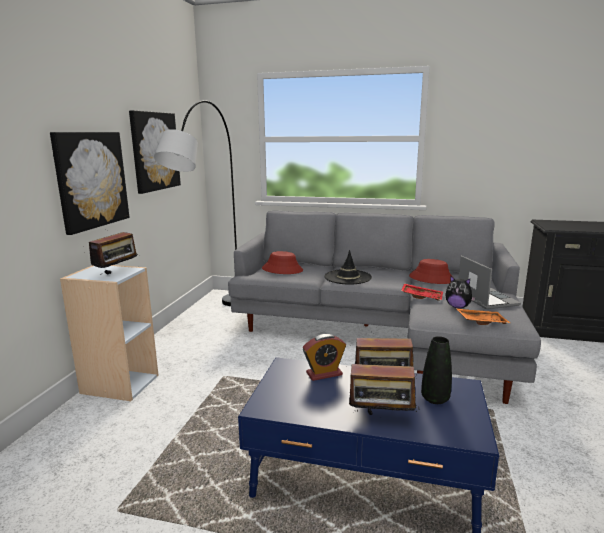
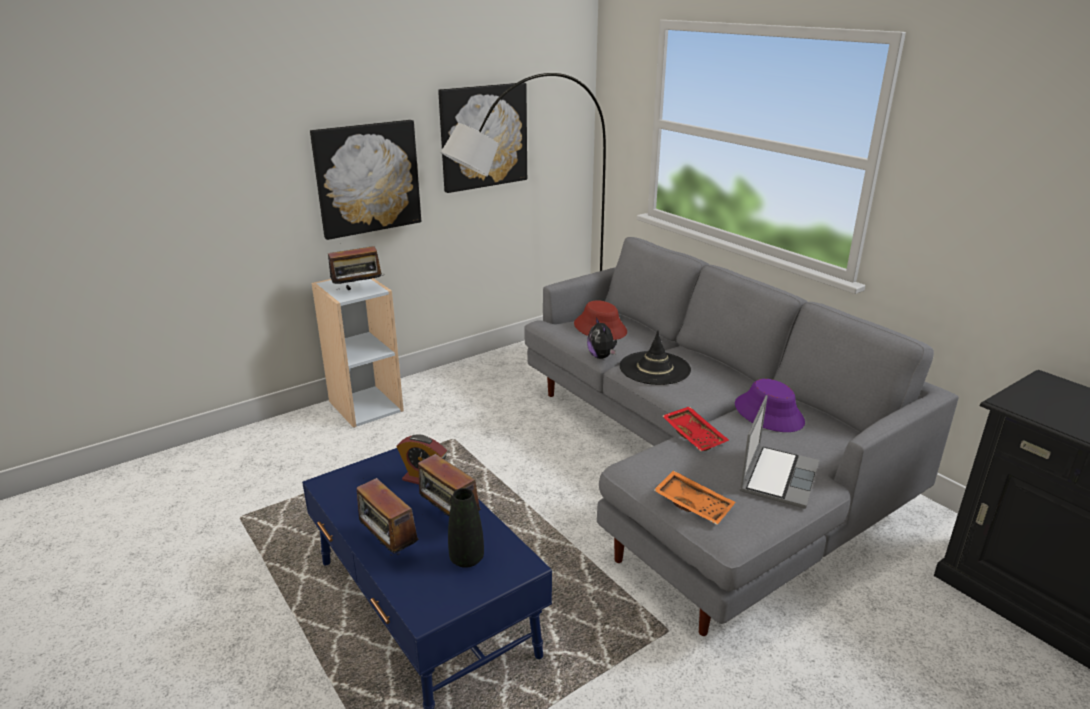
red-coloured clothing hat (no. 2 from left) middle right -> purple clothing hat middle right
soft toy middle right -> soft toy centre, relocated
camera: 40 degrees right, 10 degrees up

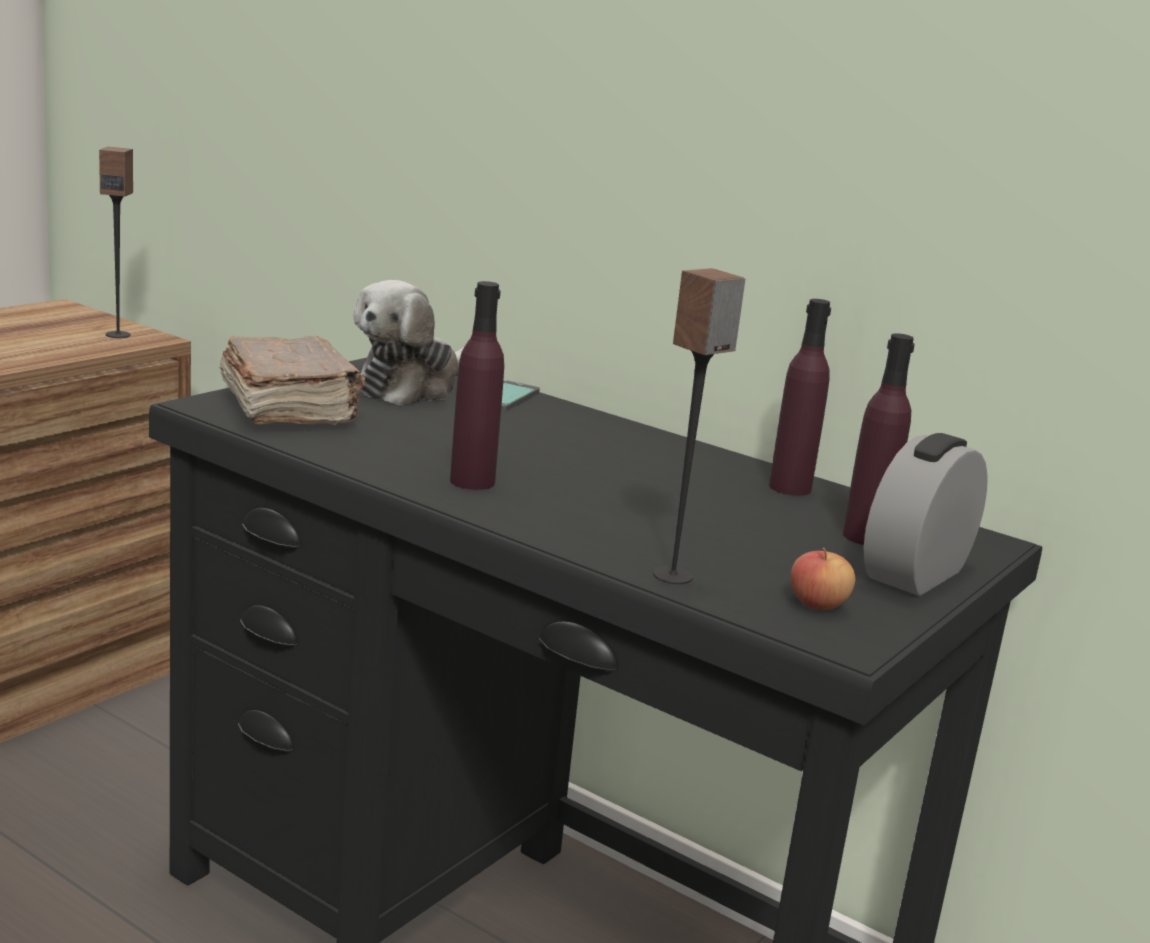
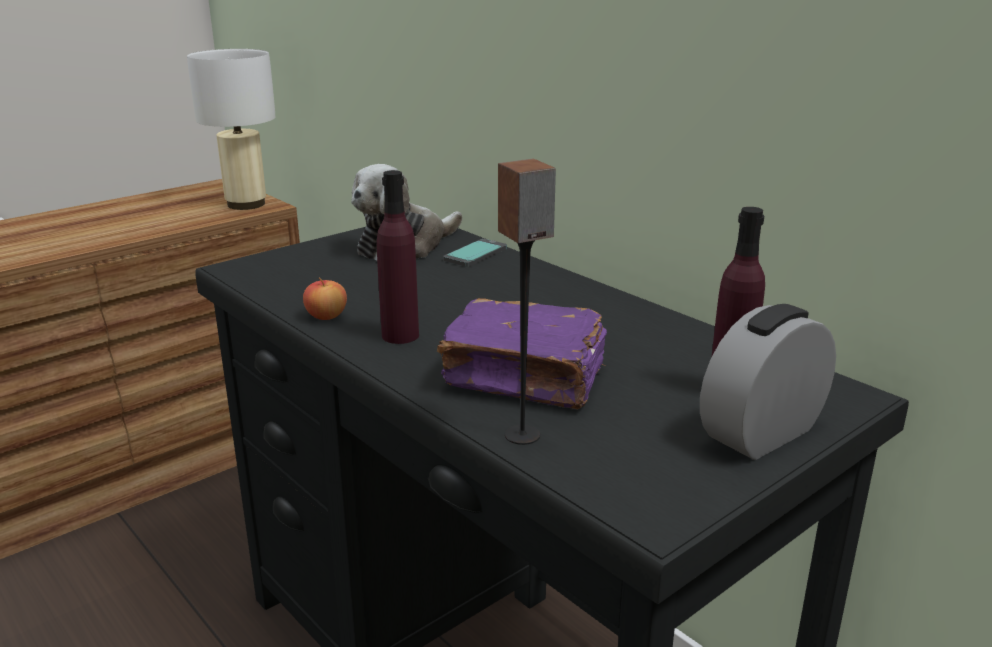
speaker (no. 1 from left) top left -> whitish tabletop lamp top left
brown-coloured book middle left -> none
purple beverage bottle (no. 2 from left) middle right -> none
apple fruit middle right -> apple fruit middle left, relocated
none -> purple book centre
camera: 15 degrees right, 5 degrees up

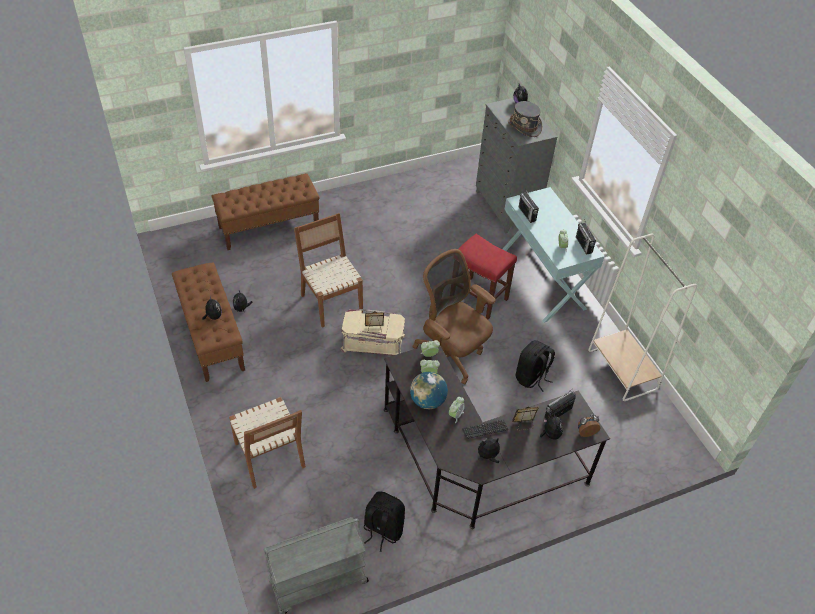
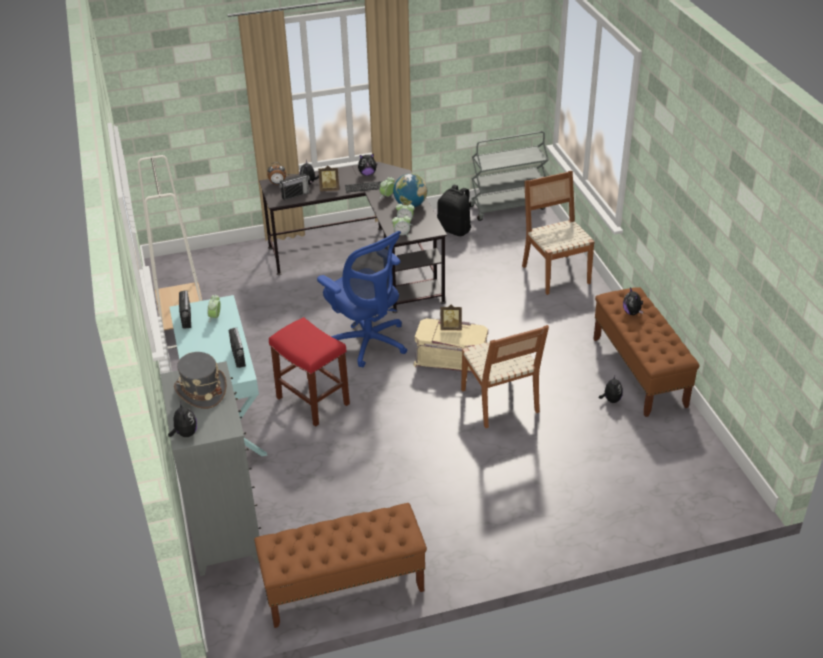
brown-coloured bench (no. 2 from left in the first image) middle left -> brown-coloured bench (no. 1 from left) bottom centre, relocated
brown-coloured office chair centre -> bluish office chair centre
black-coloured backpack (no. 2 from left) centre -> none
camera: 170 degrees left, 10 degrees down

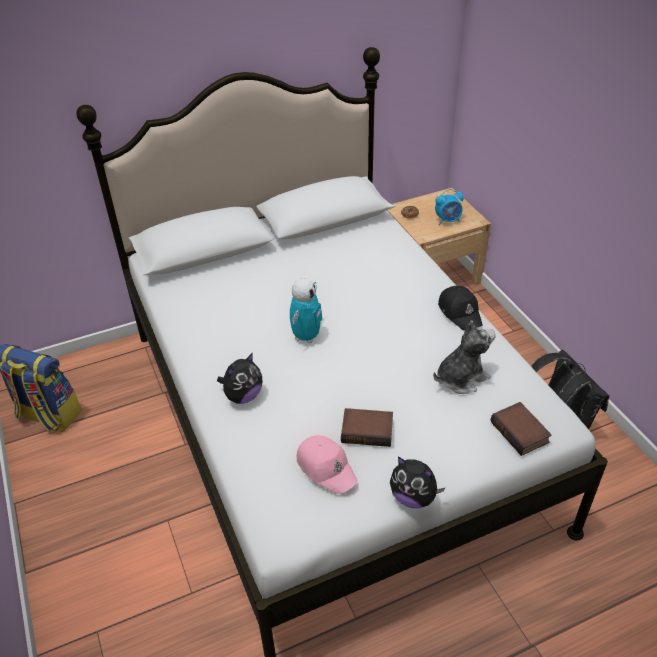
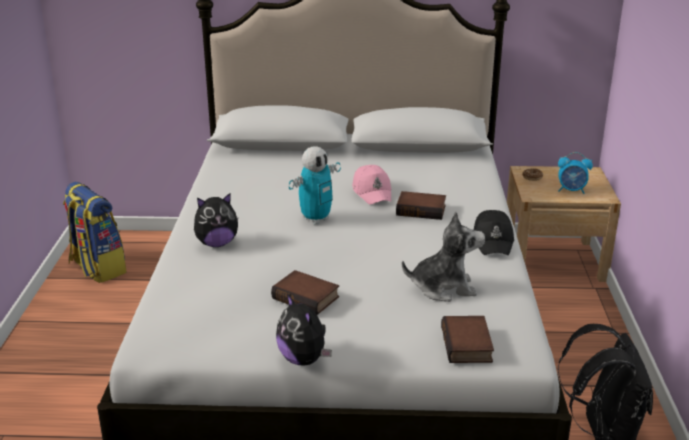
pinkish baseball cap bottom centre -> pinkish baseball cap centre, relocated
none -> book (no. 2 from left) centre
camera: 25 degrees right, 15 degrees down

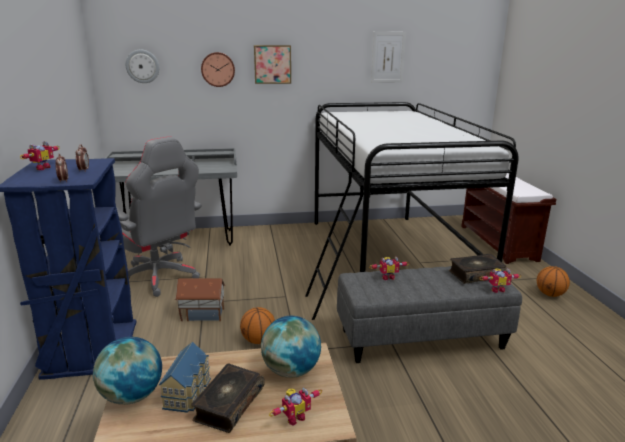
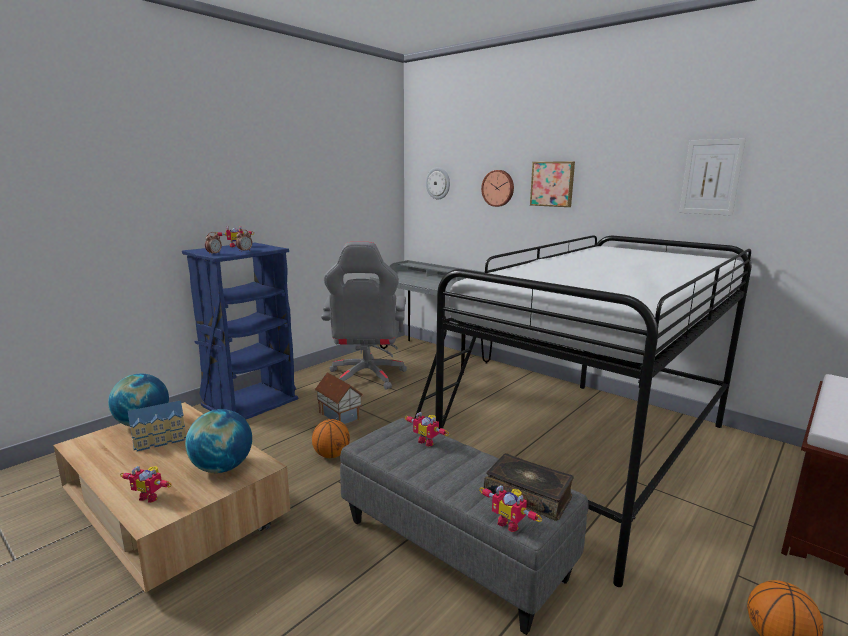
book (no. 1 from left) bottom centre -> none
camera: 50 degrees right, 5 degrees down

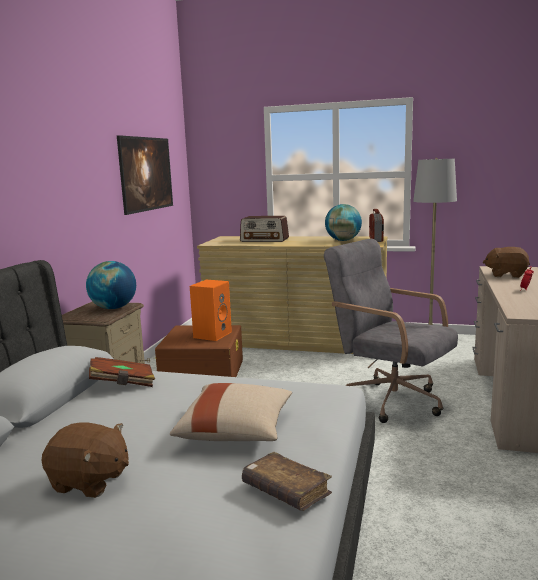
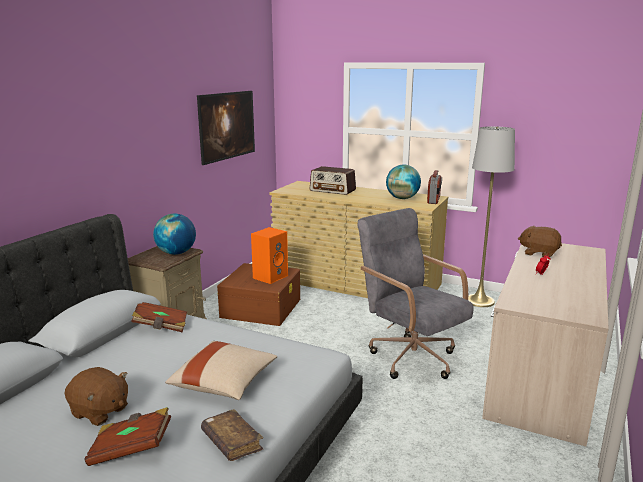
none -> brown-coloured book (no. 1 from left) bottom left
camera: 10 degrees right, 5 degrees up

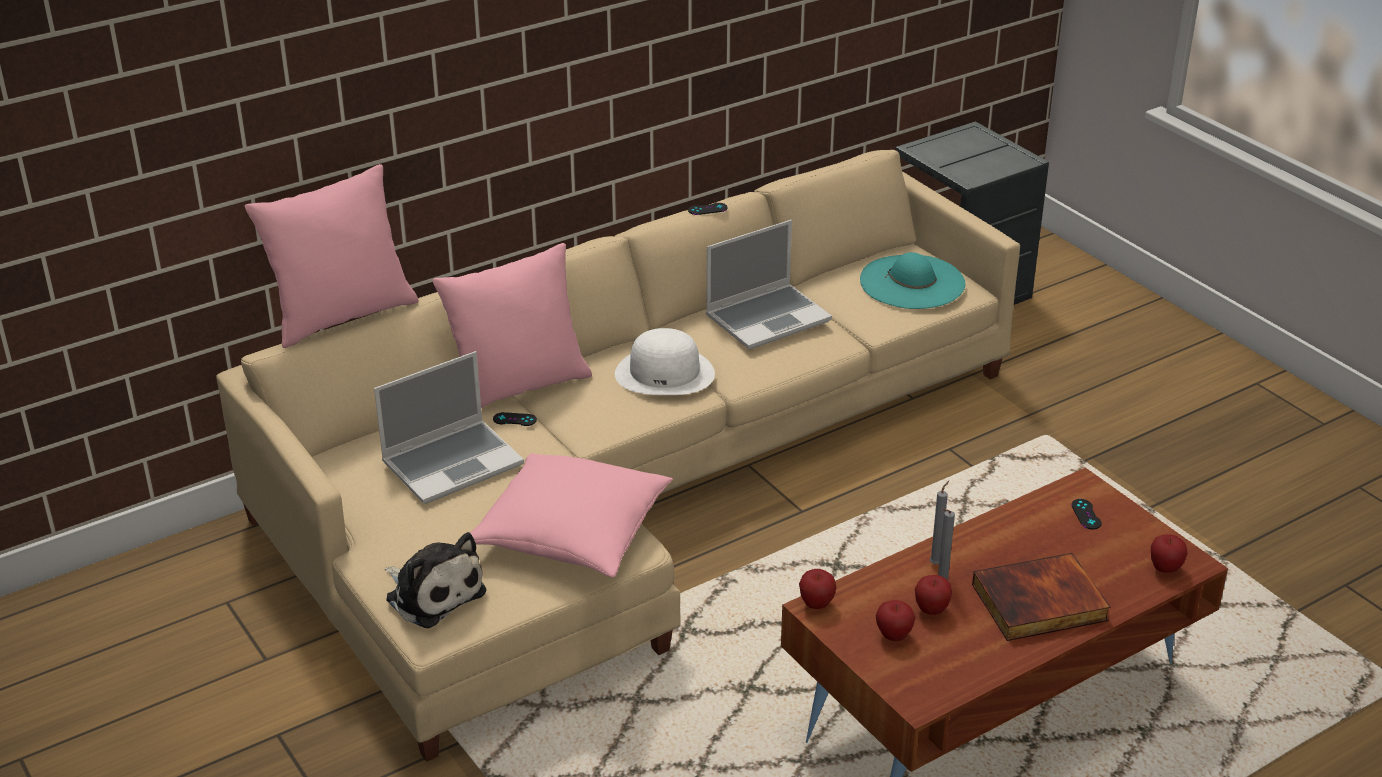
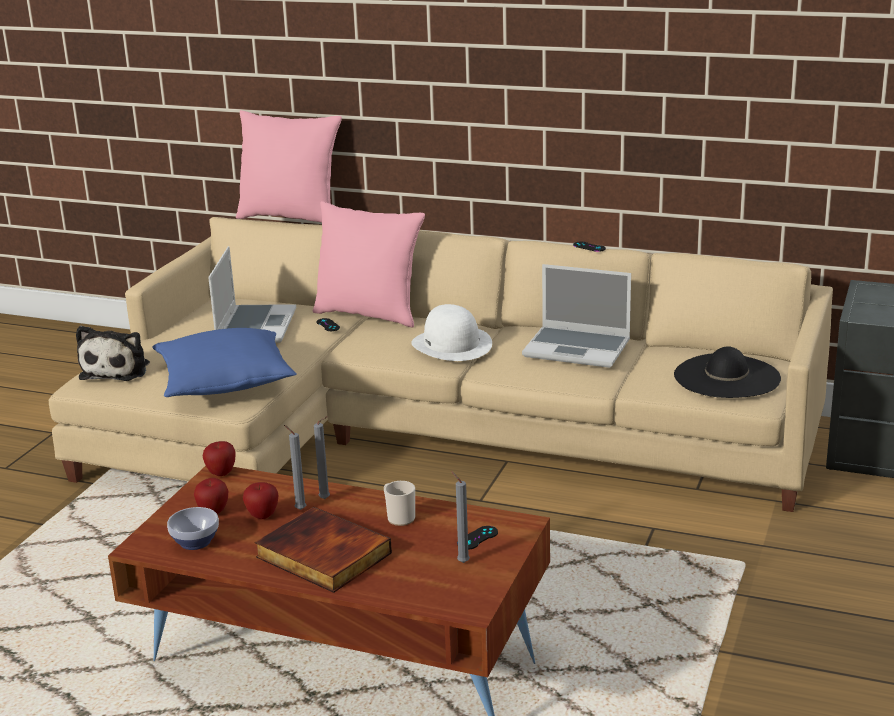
notebook computer (no. 1 from left) middle left, 105 degrees counterclockwise
pinkish throw pillow (no. 3 from left) centre -> bluish throw pillow middle left
turquoise-coloured clothing hat centre -> black-coloured clothing hat middle right
apple fruit (no. 4 from left) bottom right -> none
none -> serving bowl bottom left
none -> tea mug bottom centre
none -> grey candle (no. 3 from left) bottom centre
camera: 55 degrees right, 10 degrees down

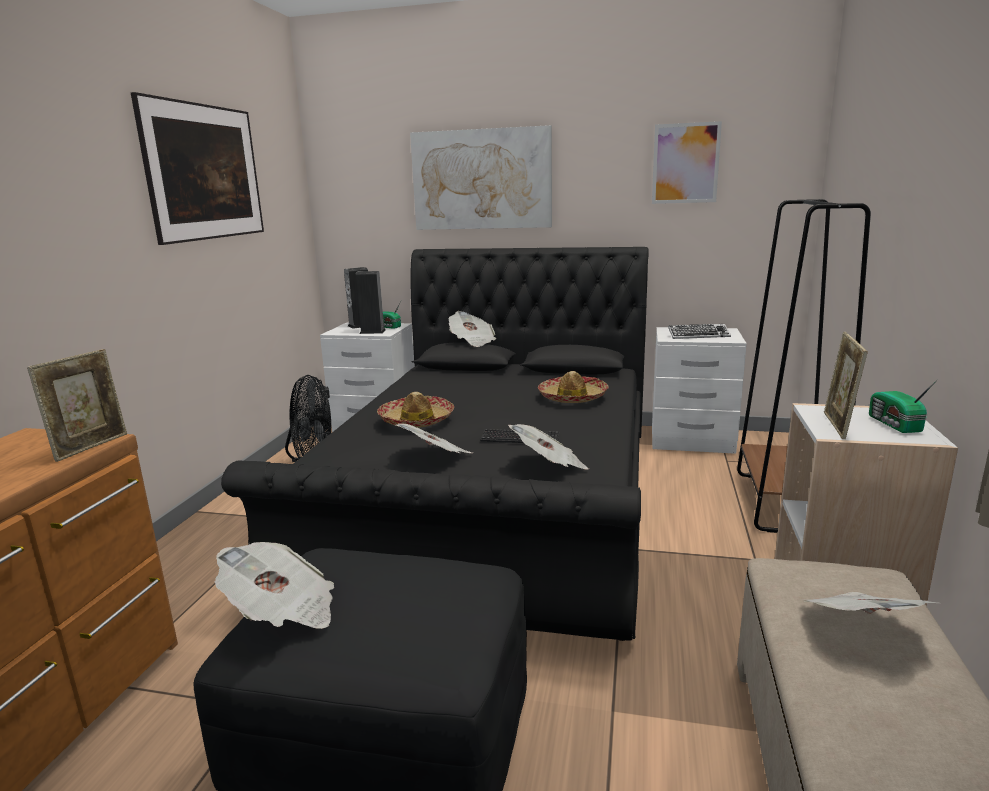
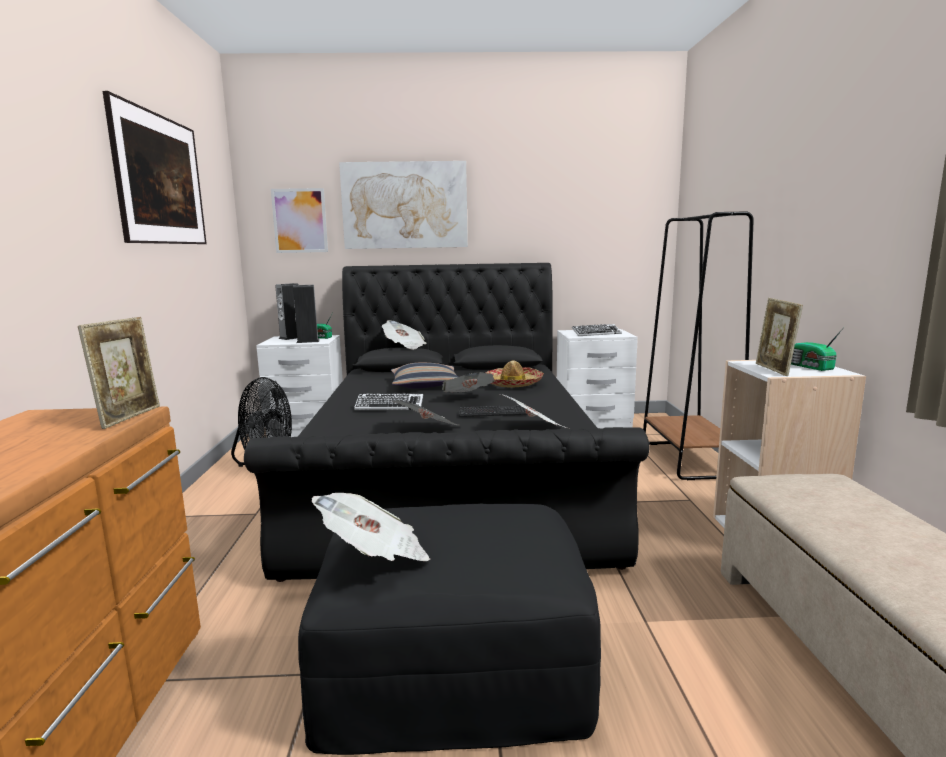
clothing hat (no. 1 from left) centre -> PC keyboard (no. 1 from left) centre
wall art (no. 3 from left in the first image) top right -> wall art (no. 2 from left) top left, relocated
printed paper (no. 5 from left in the first image) bottom right -> printed paper (no. 4 from left) centre, relocated
none -> throw pillow centre
camera: 15 degrees left, 5 degrees down

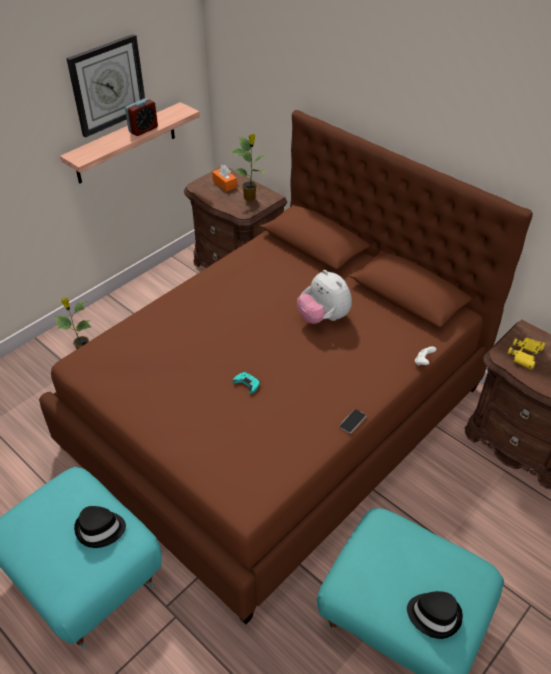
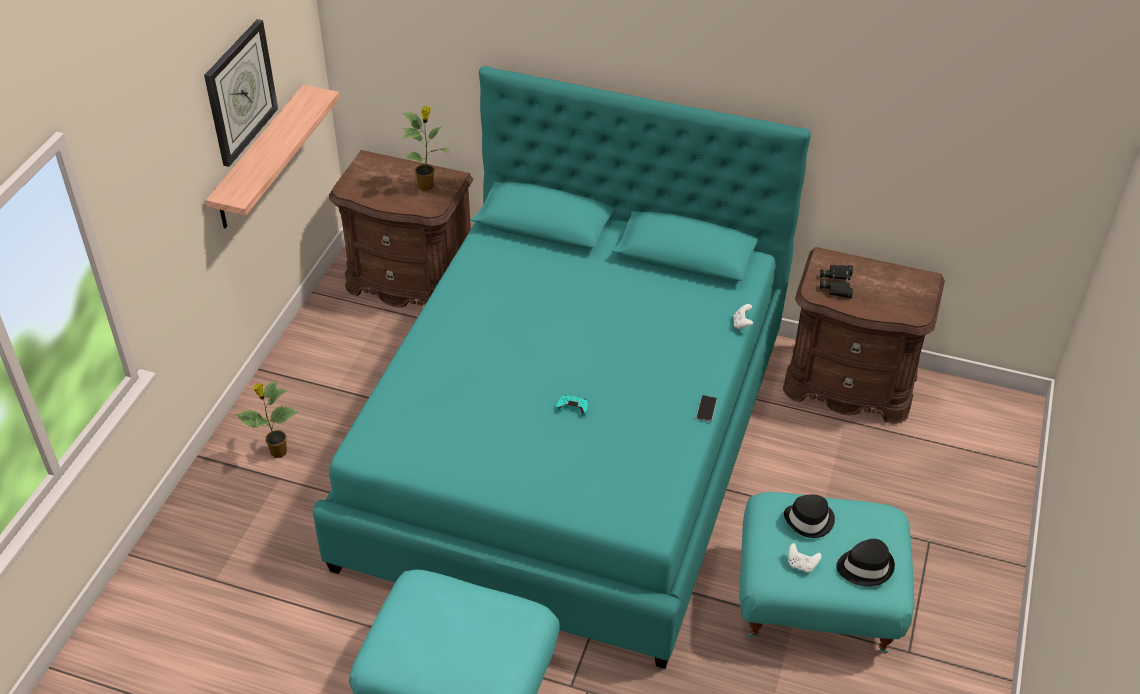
brown-coloured sleeping bed centre -> turquoise-coloured sleeping bed centre
black-coloured clothing hat (no. 1 from left) bottom left -> black-coloured clothing hat (no. 1 from left) bottom right, relocated
table clock top left -> none
orange-coloured tissue box top centre -> none
soft toy centre -> none
yellowish pair of binoculars middle right -> black-coloured pair of binoculars middle right
none -> whitish gamepad (no. 2 from left) bottom right
camera: 25 degrees left, 0 degrees up

